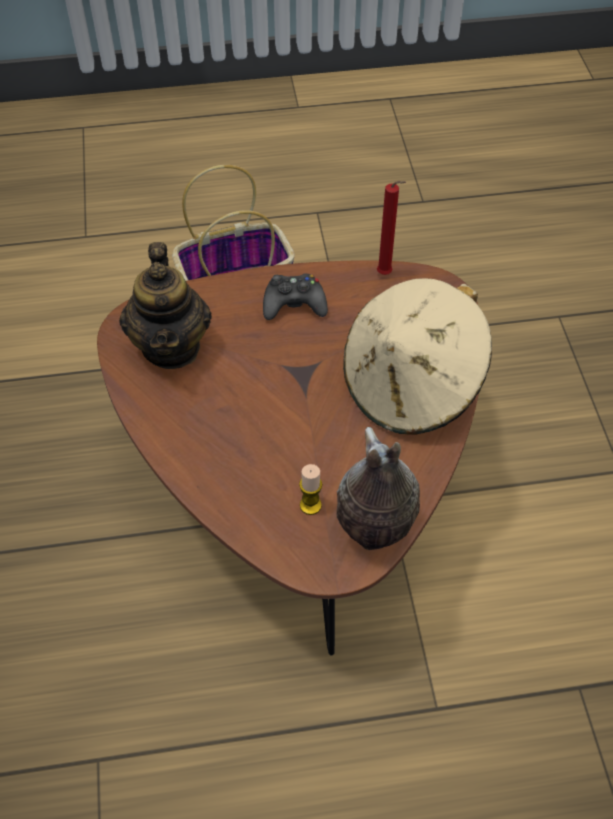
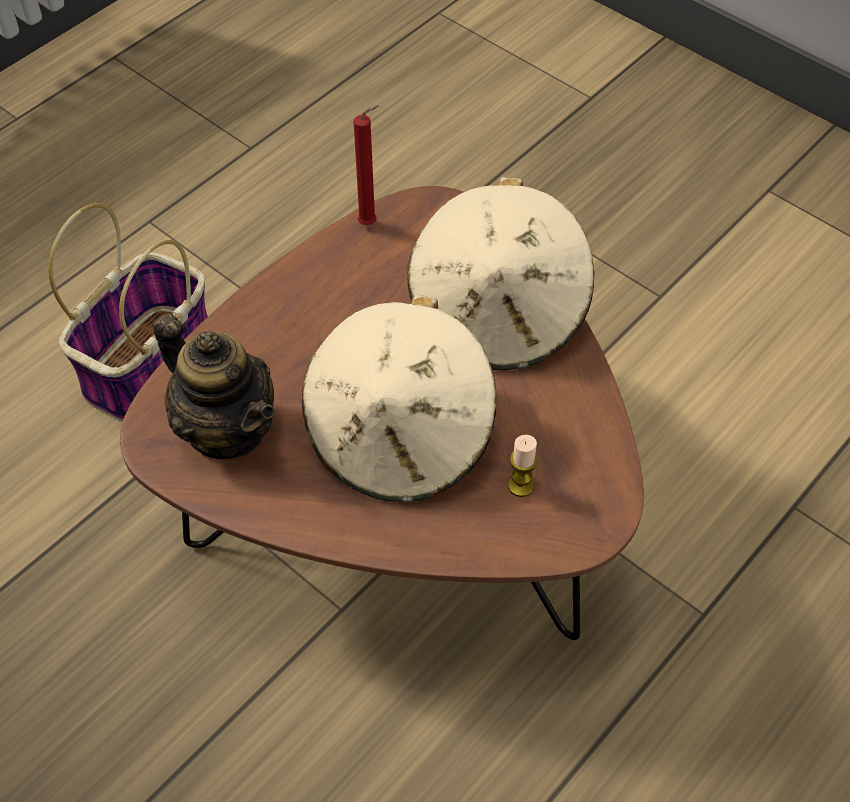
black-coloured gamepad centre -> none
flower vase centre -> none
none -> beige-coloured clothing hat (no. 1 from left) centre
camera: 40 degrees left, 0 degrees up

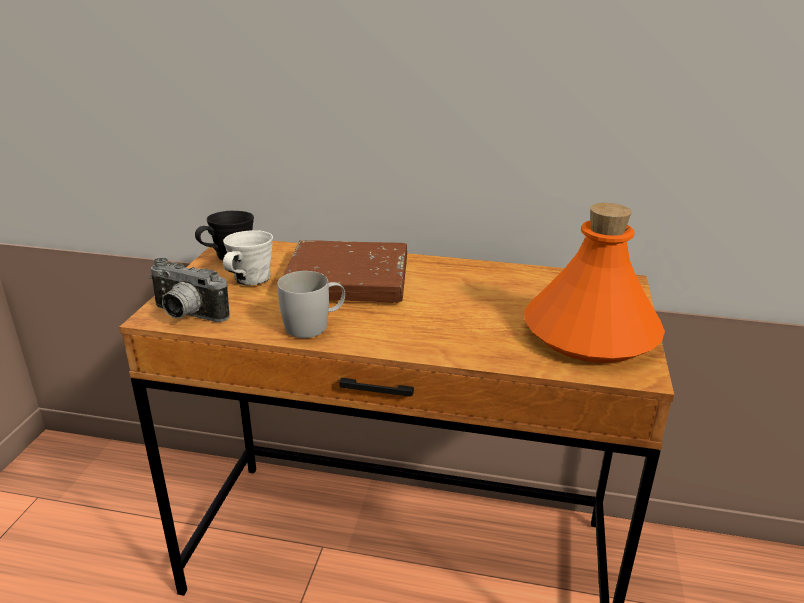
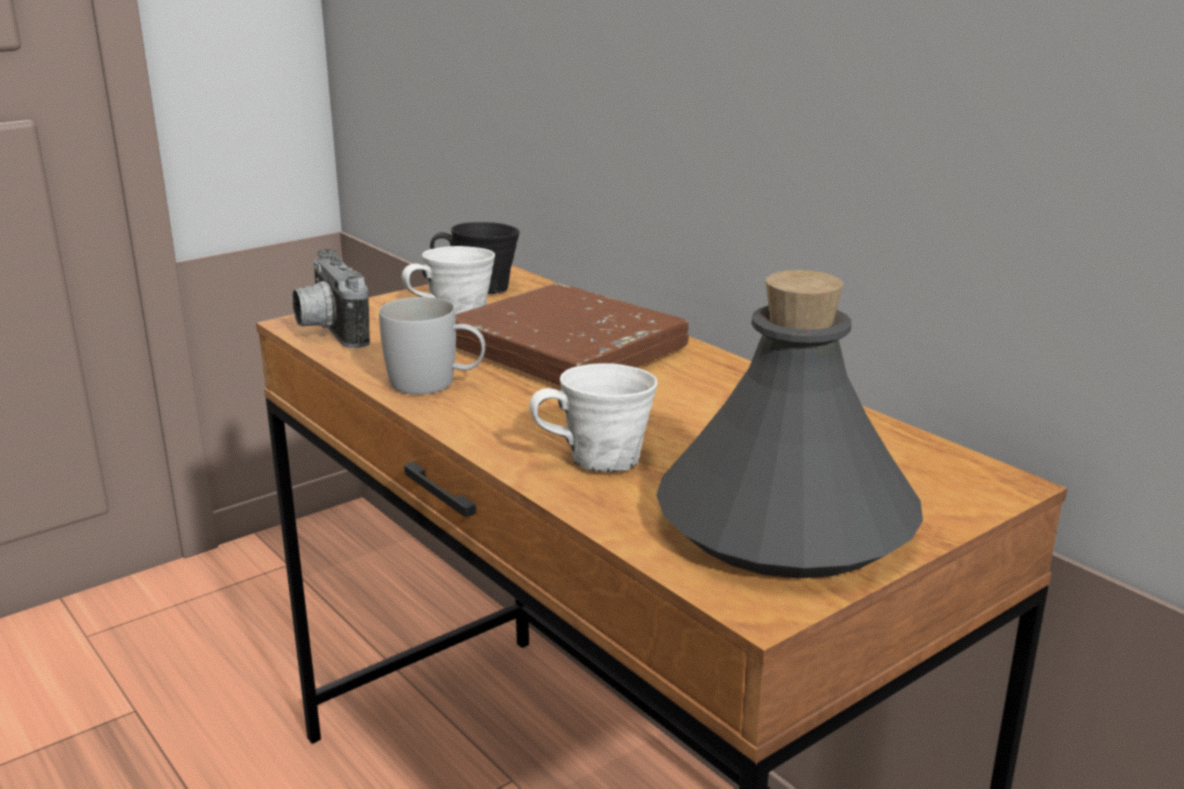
orange-coloured beverage bottle middle right -> grey beverage bottle centre
none -> whitish tea mug (no. 3 from left) centre
camera: 40 degrees right, 5 degrees down

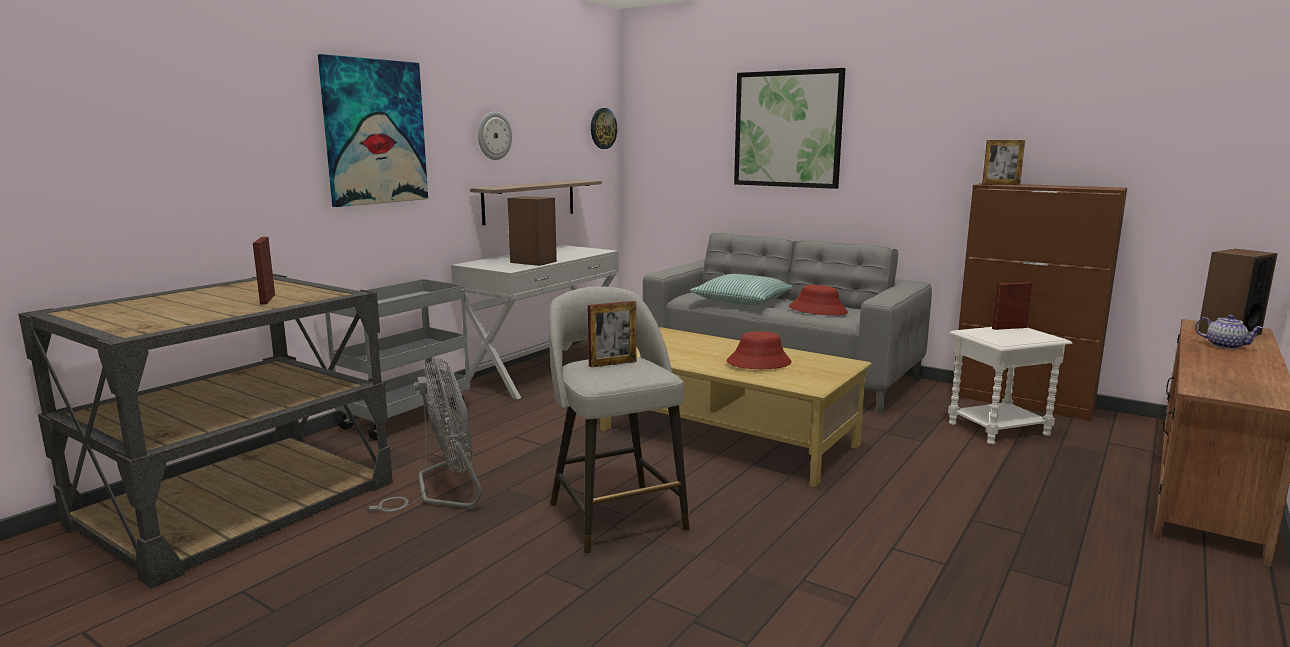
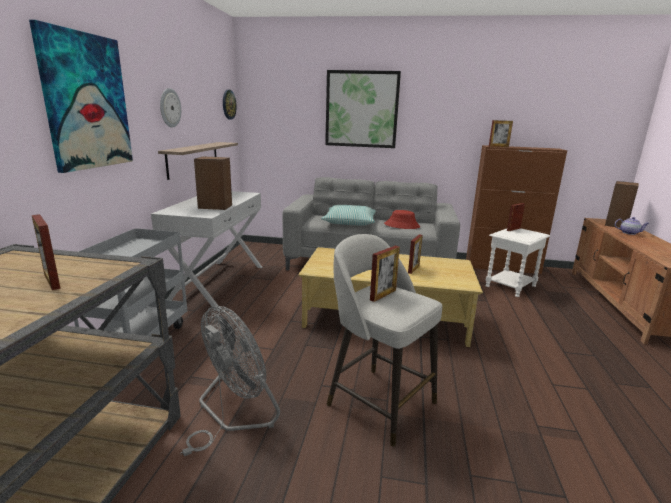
red-coloured clothing hat (no. 1 from left) centre -> picture frame (no. 3 from left) centre
camera: 25 degrees left, 5 degrees up

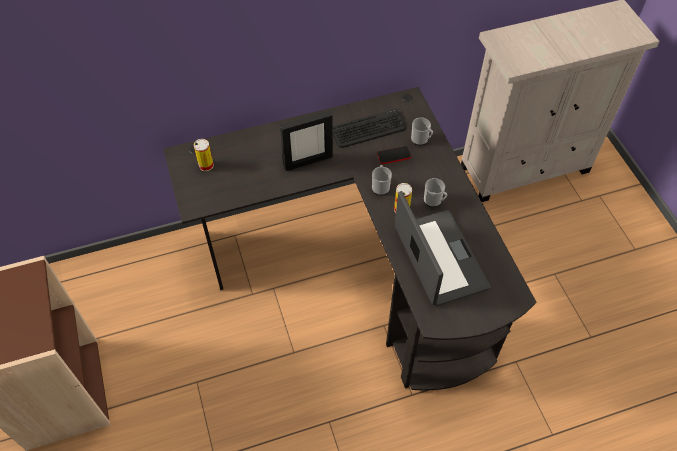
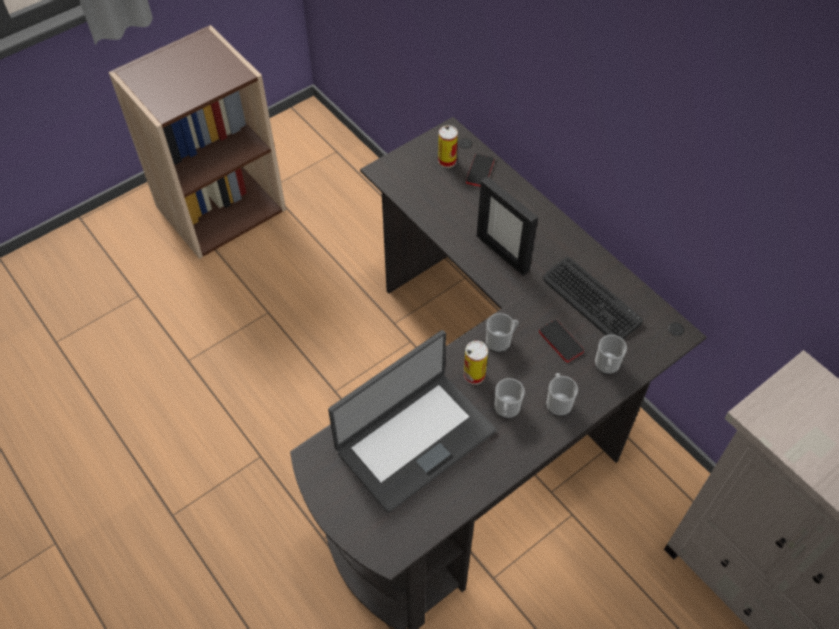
none -> handset (no. 1 from left) top centre
none -> tea mug (no. 3 from left) middle right
camera: 70 degrees right, 0 degrees up

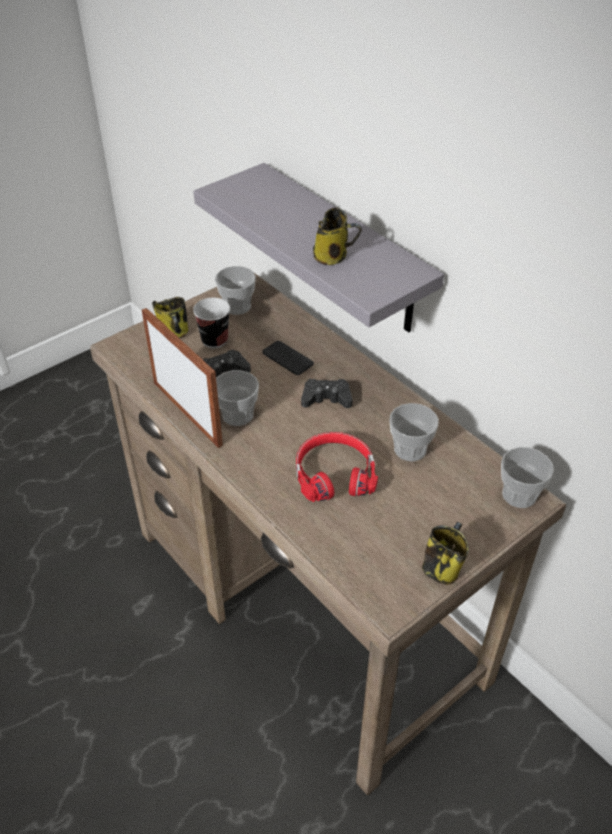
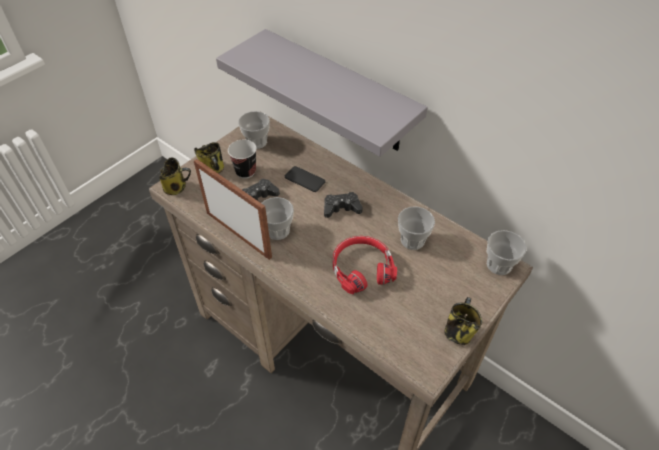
tea mug (no. 2 from left in the first image) top centre -> tea mug (no. 1 from left) middle left, relocated
camera: 10 degrees left, 5 degrees up

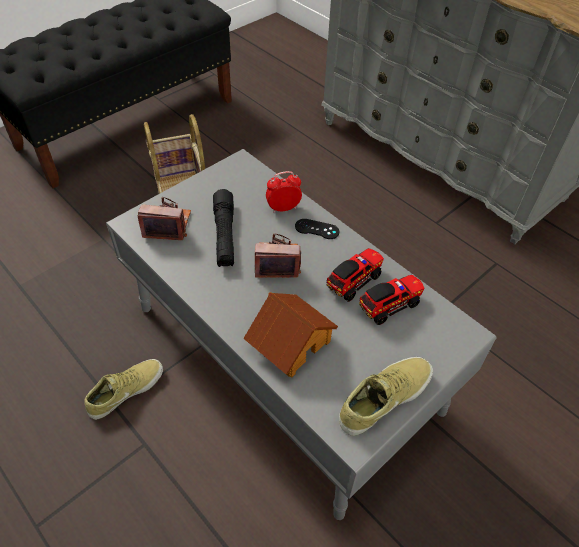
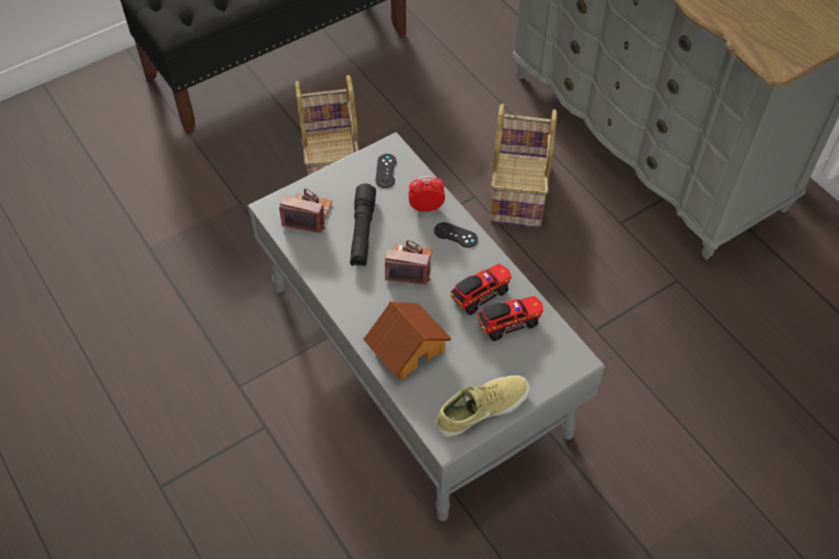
beige-coloured low shoe (no. 1 from left) bottom left -> none
none -> black-coloured gamepad (no. 1 from left) top centre
none -> household basket (no. 2 from left) top centre
camera: 10 degrees right, 5 degrees up

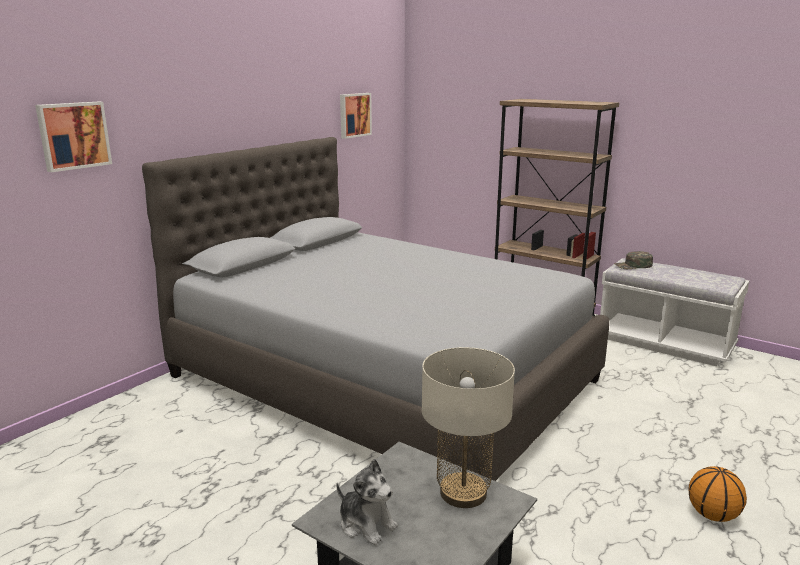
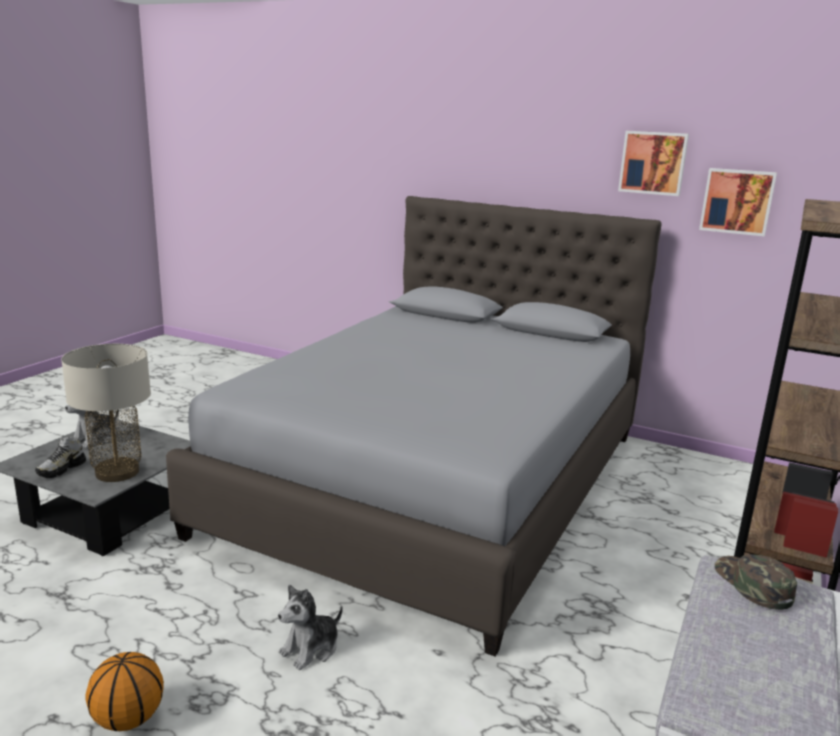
wall art (no. 1 from left) top left -> wall art (no. 1 from left) top right, relocated
none -> low shoe middle left
none -> soft toy (no. 2 from left) bottom centre
camera: 80 degrees right, 0 degrees up

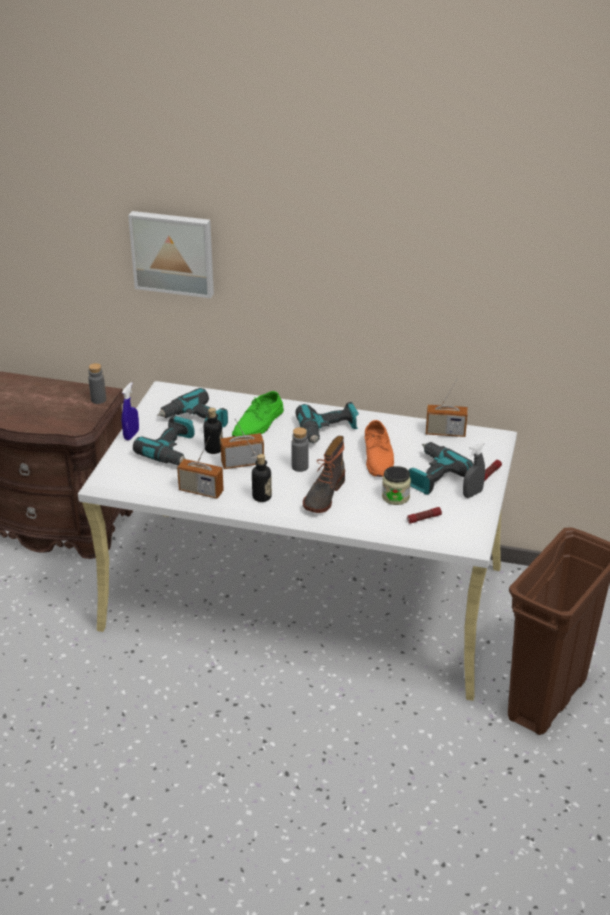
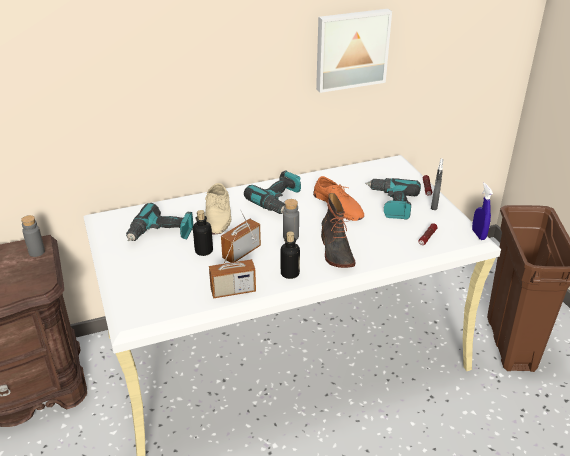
bluish spray bottle middle left -> bluish spray bottle middle right, relocated
wall art top left -> wall art top centre, relocated
power drill (no. 1 from left) middle left -> none
green low shoe centre -> beige-coloured low shoe centre
preserve jar centre -> none
radio receiver (no. 3 from left) middle right -> none
camera: 35 degrees left, 0 degrees up

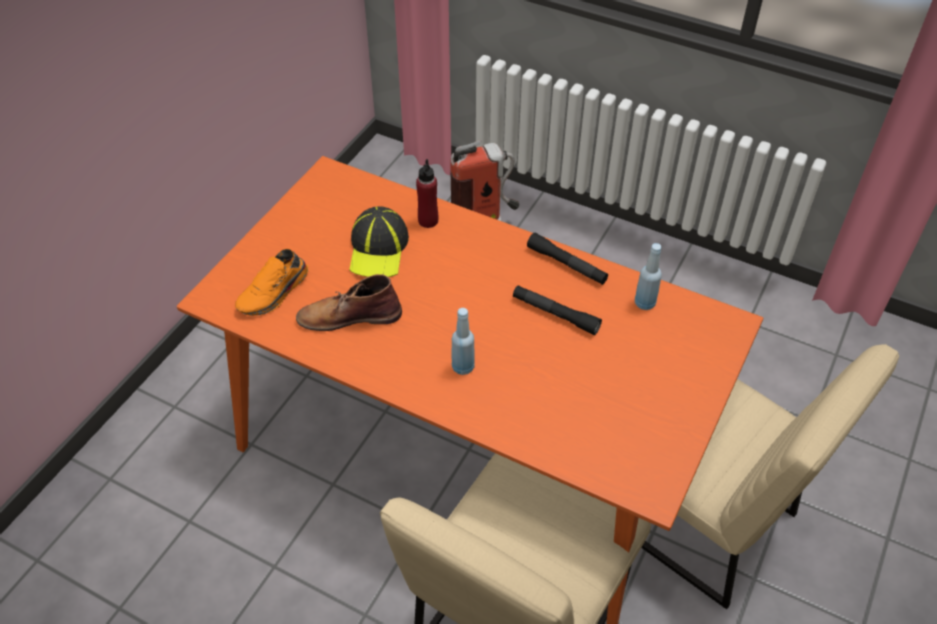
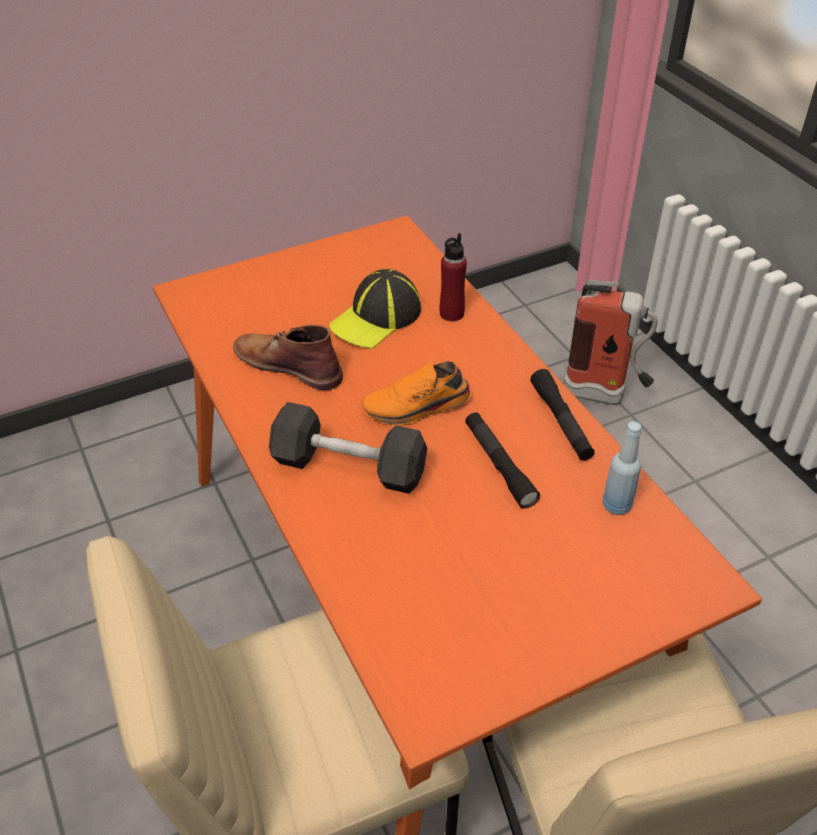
orange-coloured low shoe middle left -> orange-coloured low shoe centre, relocated
bluish beverage bottle (no. 1 from left) centre -> grey dumbbell centre
camera: 35 degrees right, 5 degrees down

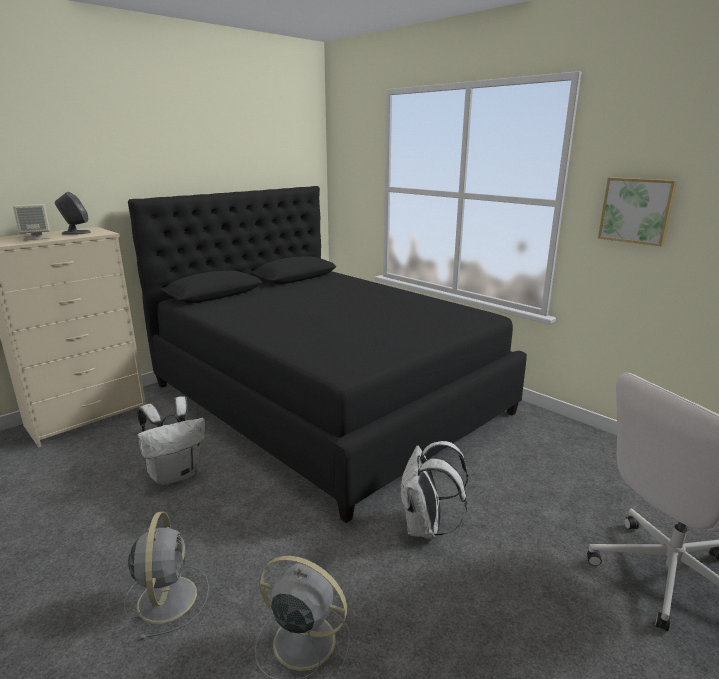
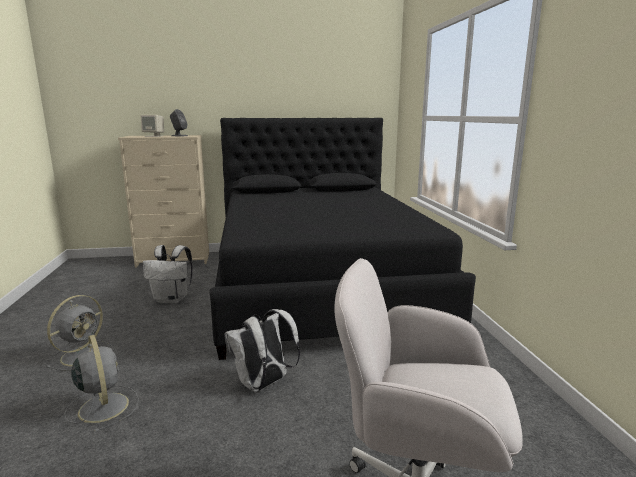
wall art top right -> none
camera: 35 degrees right, 5 degrees down

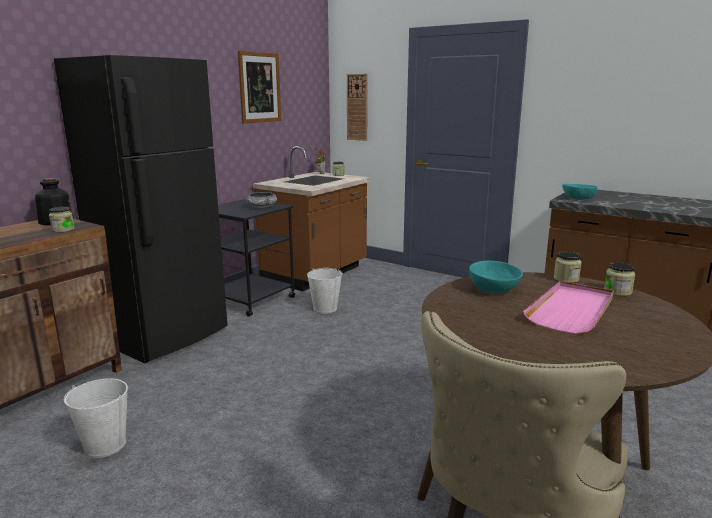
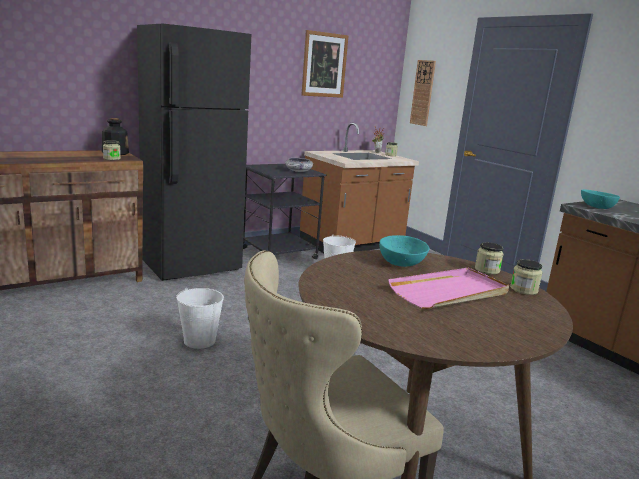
whitish bucket (no. 1 from left) bottom left -> whitish bucket (no. 1 from left) middle left, relocated
camera: 20 degrees right, 0 degrees up

